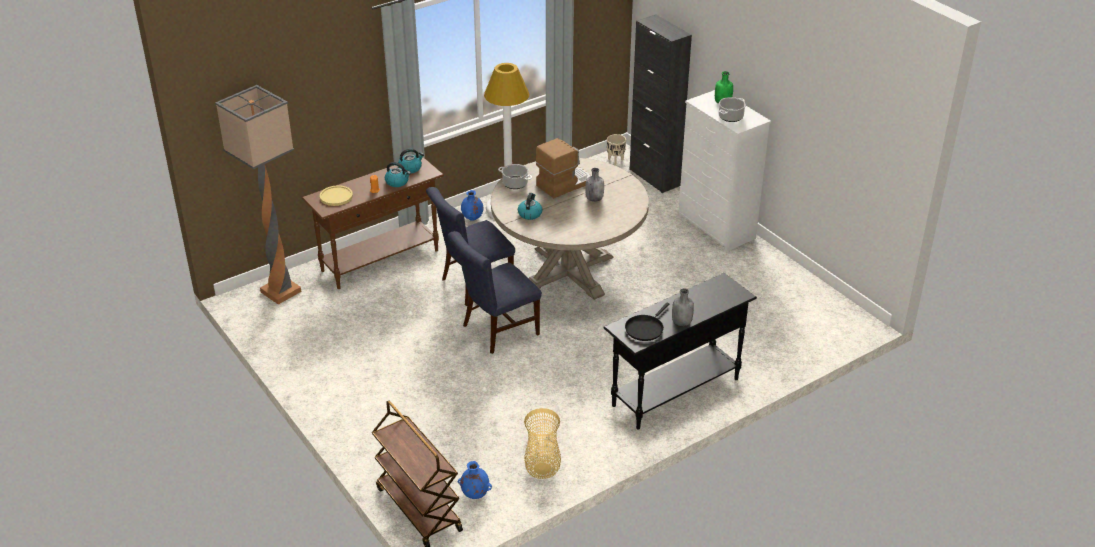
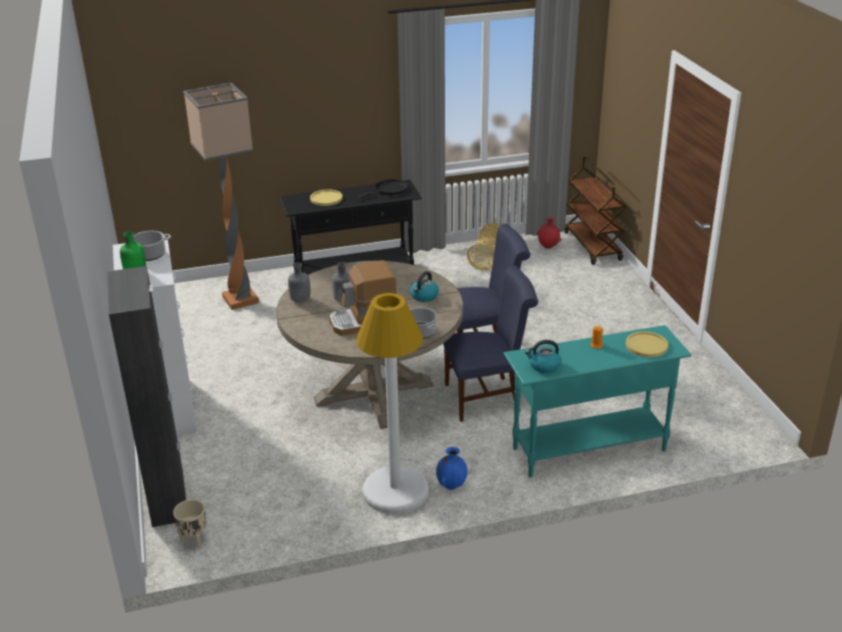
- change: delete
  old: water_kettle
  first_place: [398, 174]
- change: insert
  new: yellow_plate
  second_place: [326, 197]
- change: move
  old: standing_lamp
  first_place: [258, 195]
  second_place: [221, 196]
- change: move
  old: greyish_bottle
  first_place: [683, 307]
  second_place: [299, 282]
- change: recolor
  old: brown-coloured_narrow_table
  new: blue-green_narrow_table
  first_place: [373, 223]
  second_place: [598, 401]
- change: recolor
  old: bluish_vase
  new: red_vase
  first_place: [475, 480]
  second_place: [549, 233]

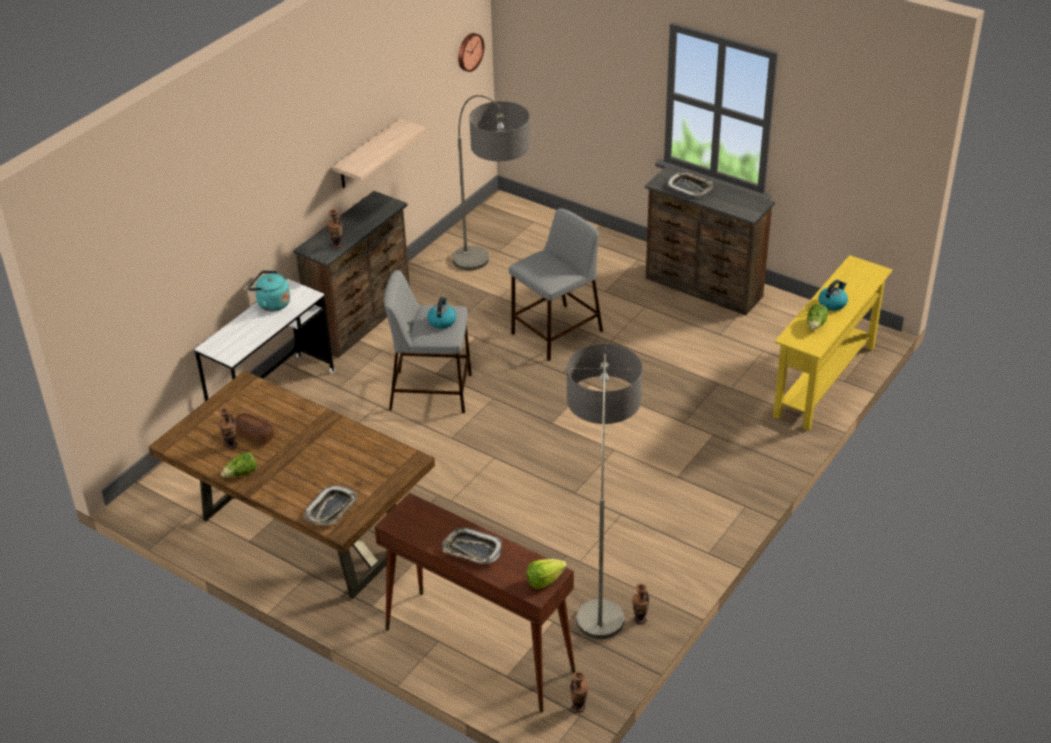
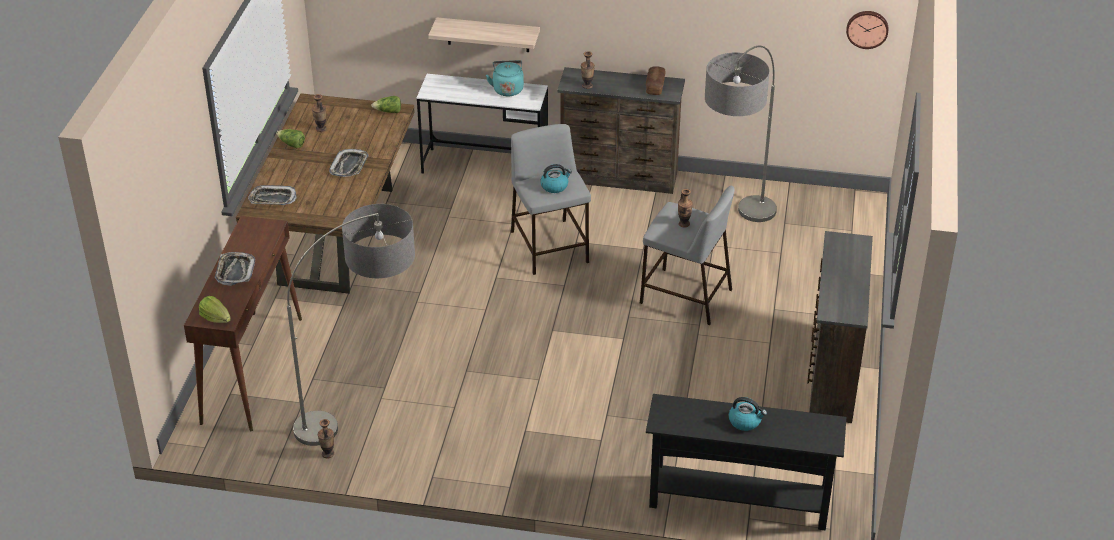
- change: move
  old: bakery_bread
  first_place: [254, 429]
  second_place: [656, 80]
- change: move
  old: wall_shelf
  first_place: [380, 153]
  second_place: [484, 34]
- change: move
  old: vase
  first_place: [579, 692]
  second_place: [685, 208]
- change: move
  old: carrying_tray
  first_place: [690, 184]
  second_place: [349, 163]
- change: move
  old: lettuce
  first_place: [818, 317]
  second_place: [386, 104]
- change: recolor
  old: yellow_narrow_table
  new: black-coloured_narrow_table
  first_place: [833, 343]
  second_place: [746, 462]

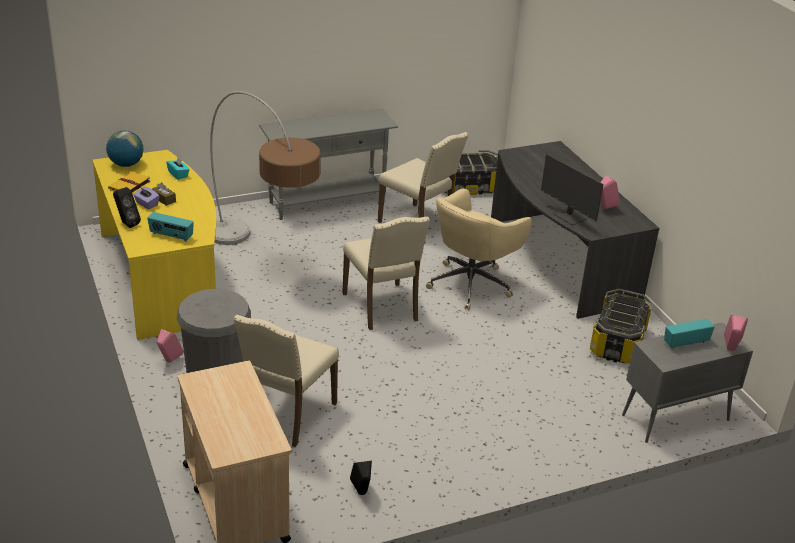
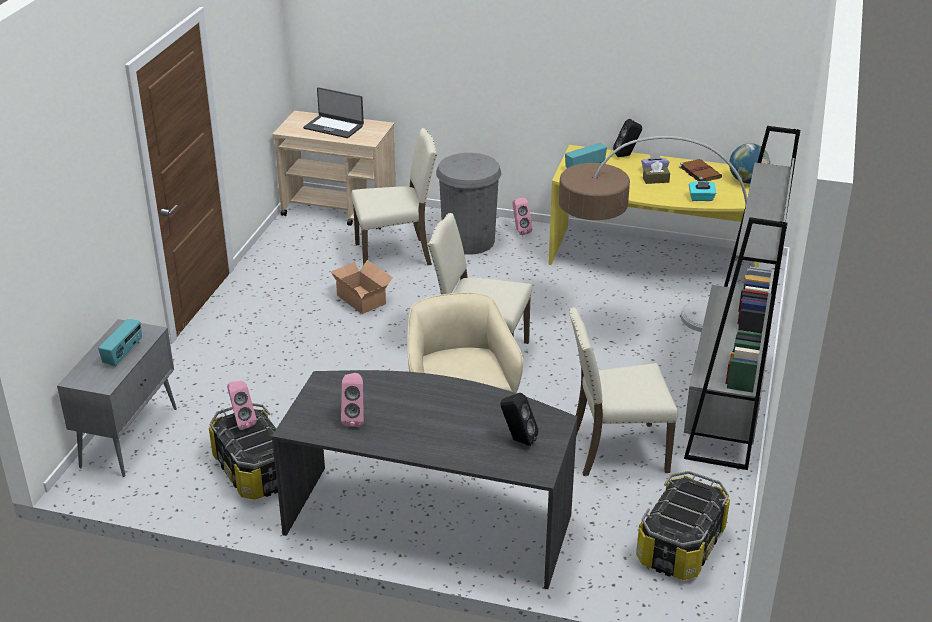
- change: delete
  old: computer_display
  first_place: [572, 189]
- change: insert
  new: portable_computer
  second_place: [333, 112]
- change: insert
  new: packing_box
  second_place: [362, 287]
- change: move
  old: black-coloured_loudspeaker
  first_place: [361, 478]
  second_place: [520, 419]
- change: move
  old: pink_loudspeaker
  first_place: [736, 333]
  second_place: [242, 405]
- change: replace
  old: greyish_narrow_table
  new: greyish_bookcase
  first_place: [328, 164]
  second_place: [742, 298]
- change: recolor
  old: yellow_bound_book
  new: brown-coloured_bound_book
  first_place: [129, 182]
  second_place: [700, 170]
- change: rotate
  old: sand-coloured_plain_chair
  first_place: [286, 381]
  second_place: [394, 196]
  degrees: 105

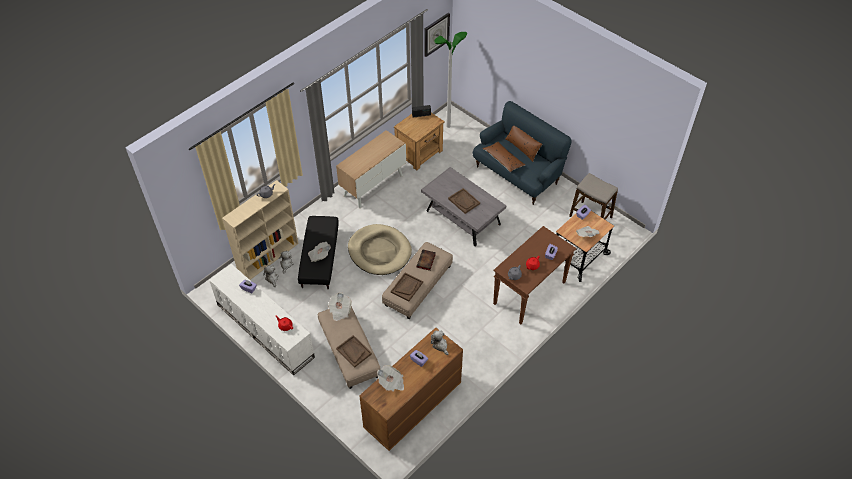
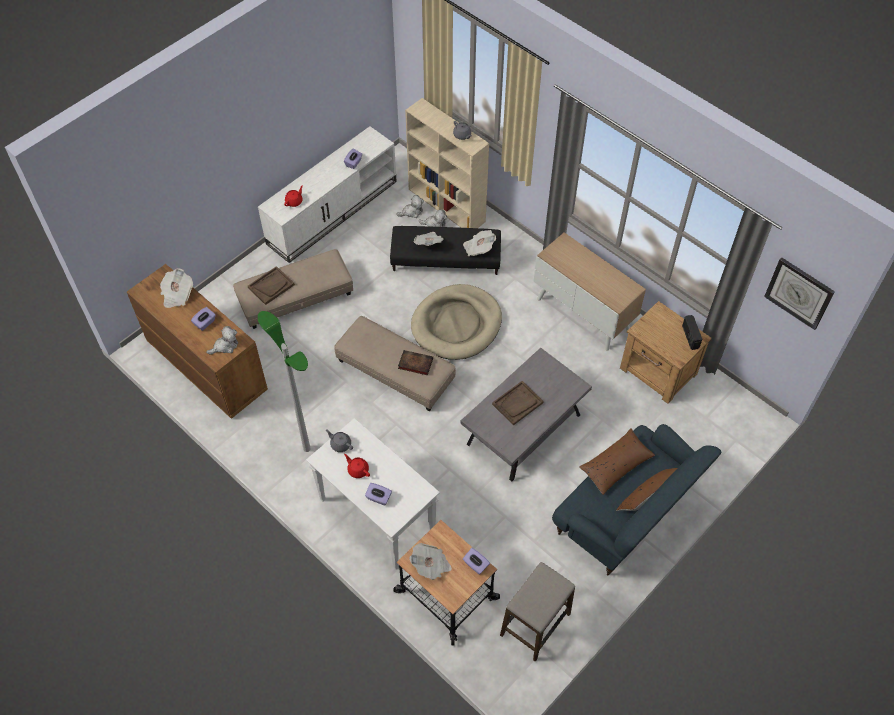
- change: delete
  old: brown-coloured_carrying_tray
  first_place: [407, 287]
- change: move
  old: printed_paper
  first_place: [340, 306]
  second_place: [479, 243]
- change: move
  old: standing_lamp
  first_place: [450, 80]
  second_place: [284, 381]
- change: recolor
  old: brown-coloured_narrow_table
  new: white-coloured_narrow_table
  first_place: [534, 275]
  second_place: [373, 493]

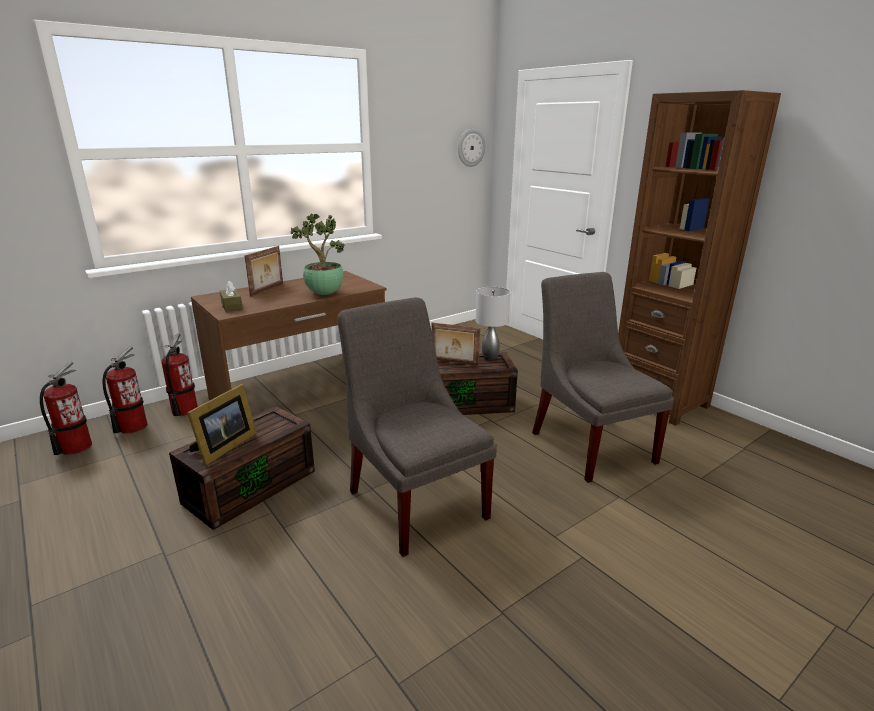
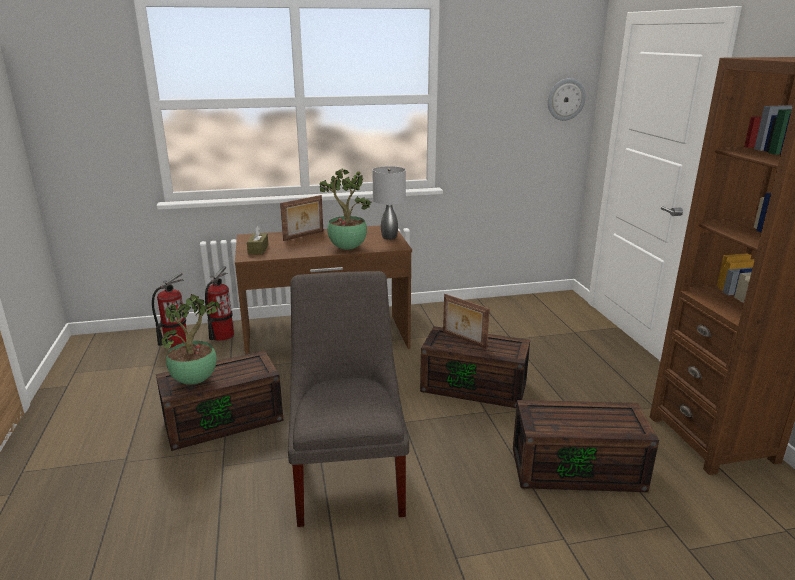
- change: delete
  old: extinguisher
  first_place: [66, 408]
- change: move
  old: greyish_tabletop_lamp
  first_place: [493, 323]
  second_place: [389, 203]
- change: replace
  old: photo_frame
  new: houseplant
  first_place: [222, 425]
  second_place: [190, 339]
- change: replace
  old: greyish_plain_chair
  new: brown-coloured_storage_box
  first_place: [603, 377]
  second_place: [586, 446]

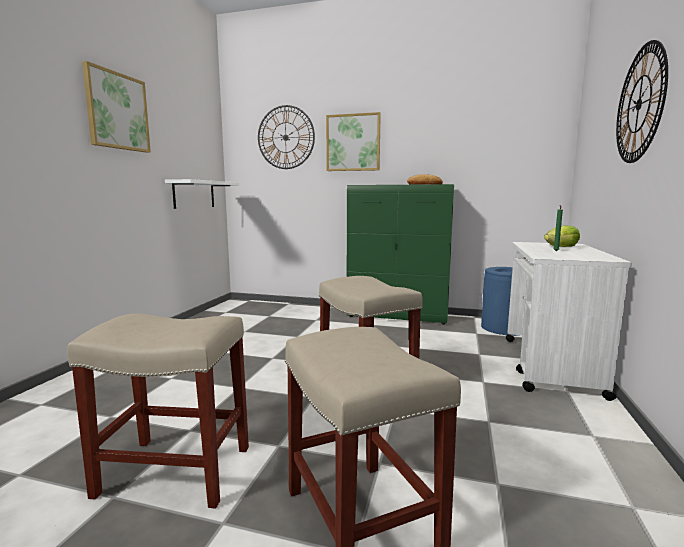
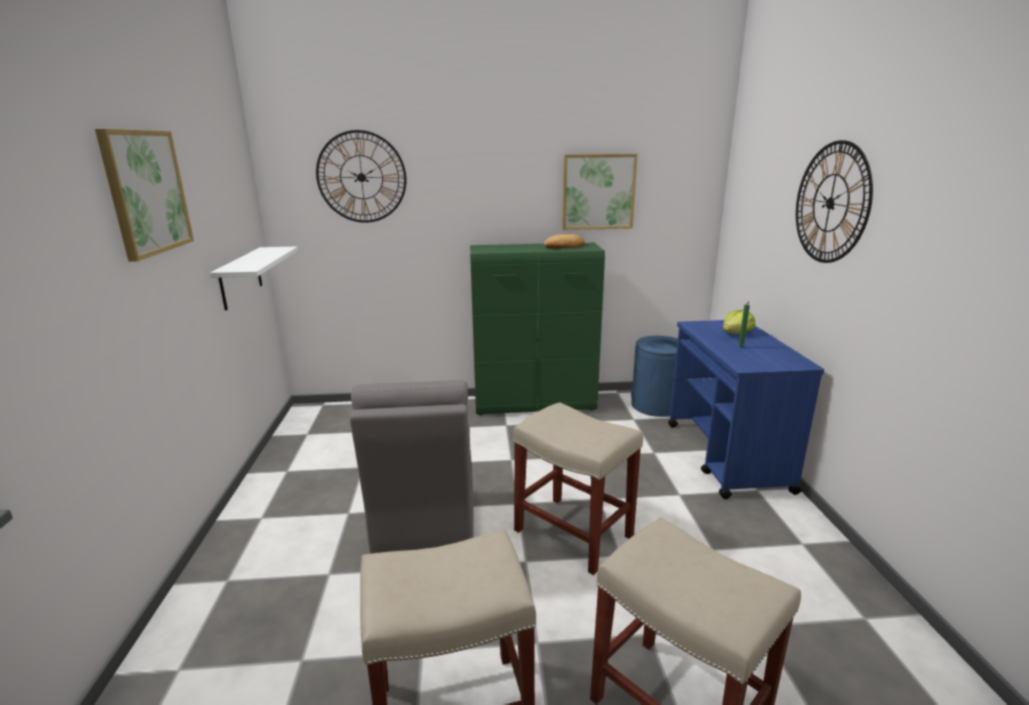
- change: insert
  new: greyish_plain_chair
  second_place: [411, 467]
- change: move
  old: wall_picture
  first_place: [353, 141]
  second_place: [600, 192]
- change: recolor
  old: white-coloured_wheeled_cart
  new: bluish_wheeled_cart
  first_place: [569, 321]
  second_place: [746, 409]

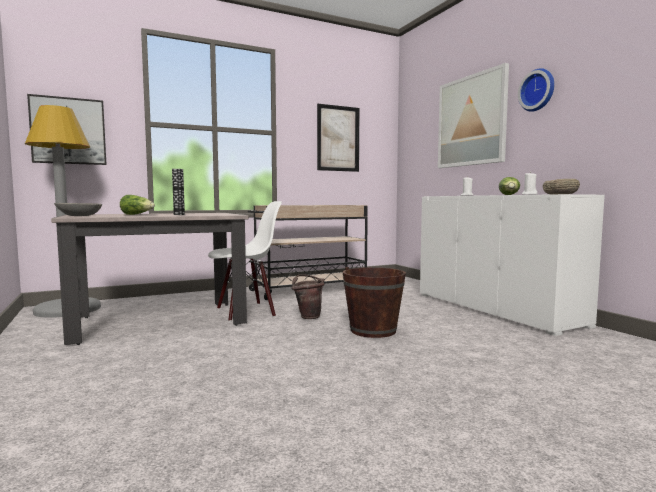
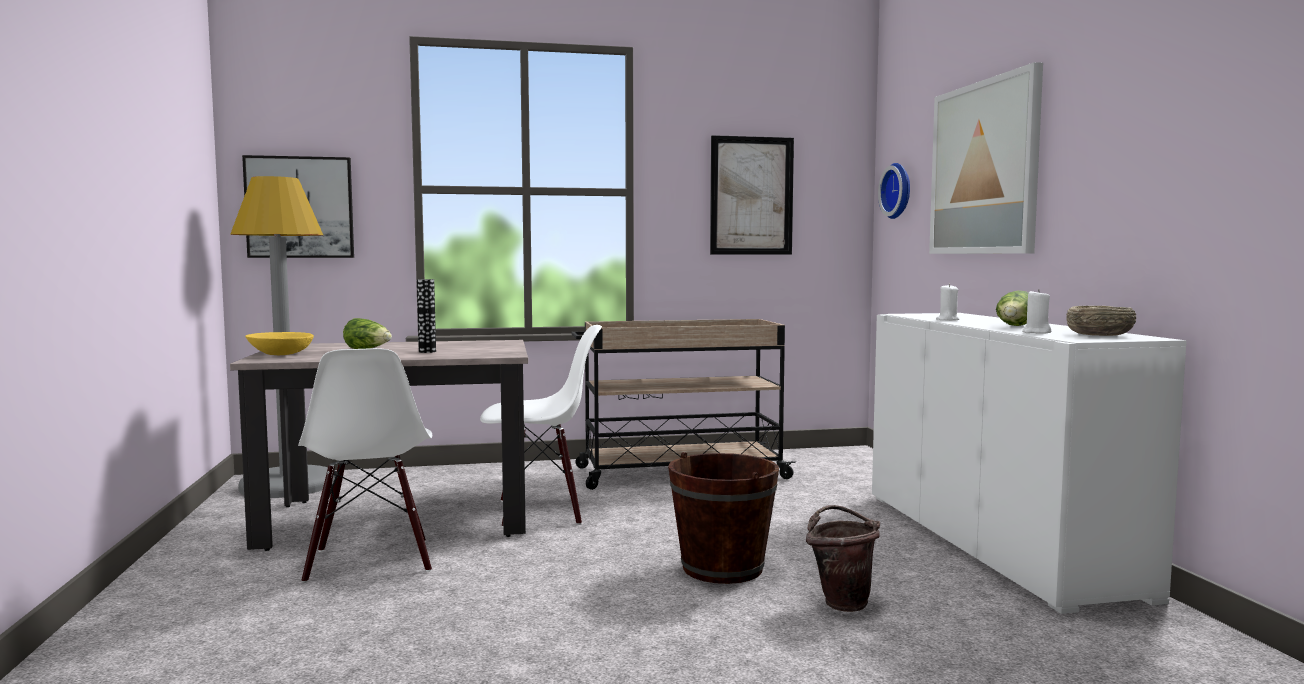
- change: insert
  new: white-coloured_plain_chair
  second_place: [365, 465]
- change: move
  old: brown-coloured_pail
  first_place: [308, 296]
  second_place: [843, 558]
- change: move
  old: clock_on_the_wall
  first_place: [536, 90]
  second_place: [894, 191]
- change: recolor
  old: greyish_deep_dish
  new: yellow_deep_dish
  first_place: [78, 209]
  second_place: [279, 343]

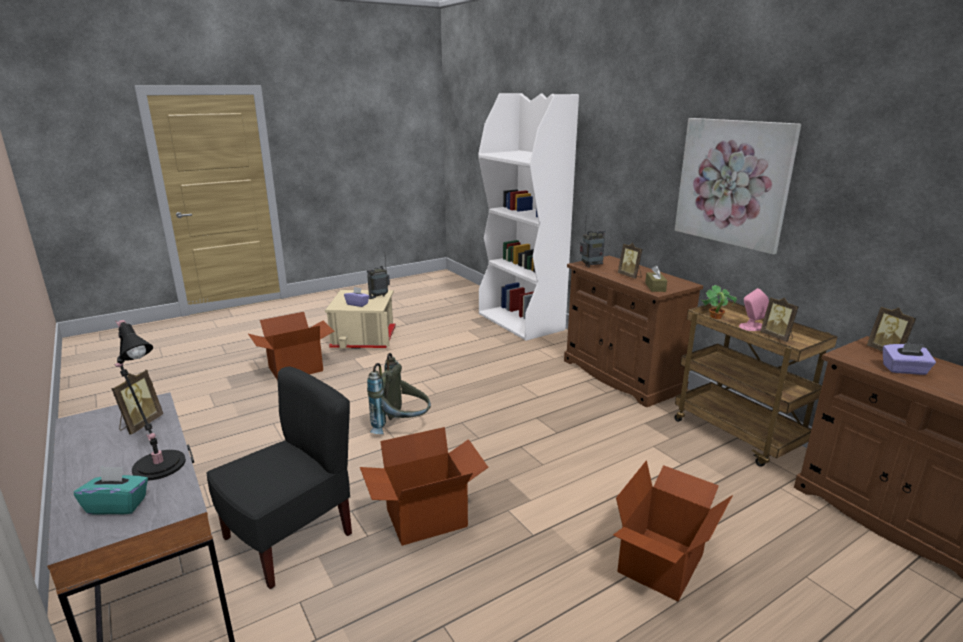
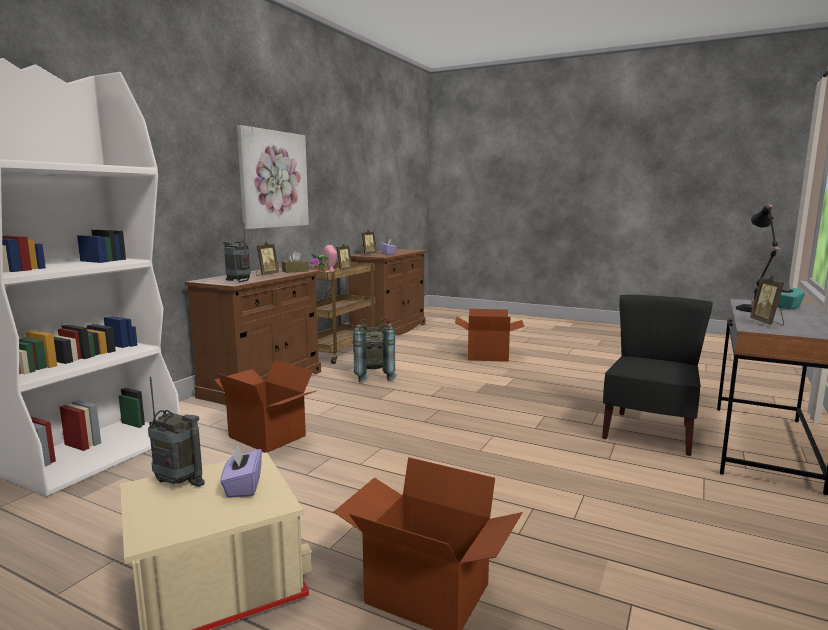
- change: move
  old: packing_box
  first_place: [424, 486]
  second_place: [265, 406]
- change: move
  old: greyish_backpack
  first_place: [399, 393]
  second_place: [375, 350]
- change: rotate
  old: photo_frame
  first_place: [137, 402]
  second_place: [767, 300]
  degrees: -75
- change: rotate
  old: black-coloured_plain_chair
  first_place: [279, 477]
  second_place: [657, 375]
  degrees: 105

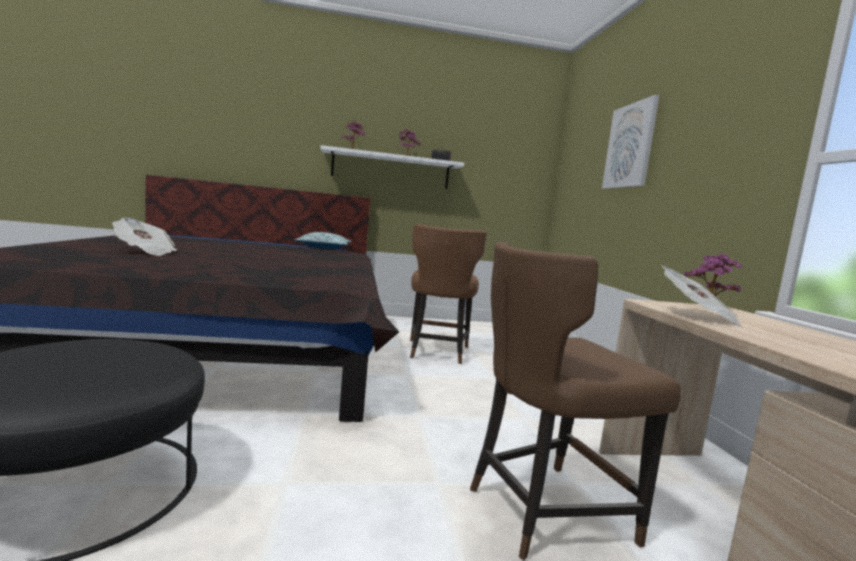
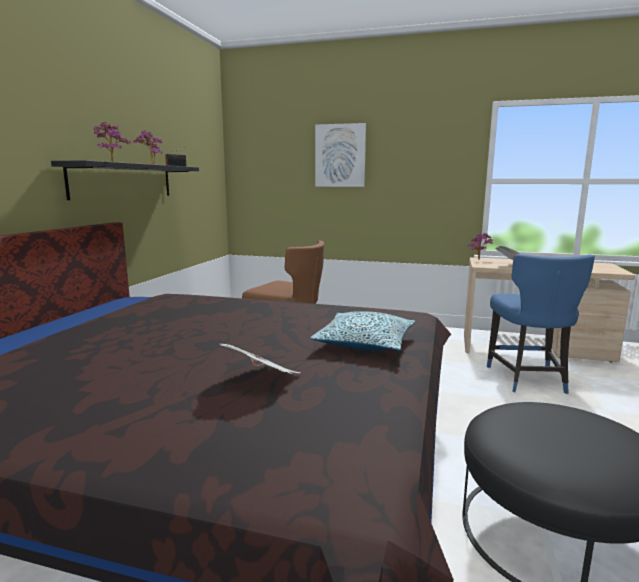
- change: move
  old: throw_pillow
  first_place: [323, 241]
  second_place: [362, 331]
- change: recolor
  old: white-coloured_wall_shelf
  new: black-coloured_wall_shelf
  first_place: [392, 167]
  second_place: [125, 180]
- change: recolor
  old: brown-coloured_plain_chair
  new: bluish_plain_chair
  first_place: [575, 401]
  second_place: [541, 324]

